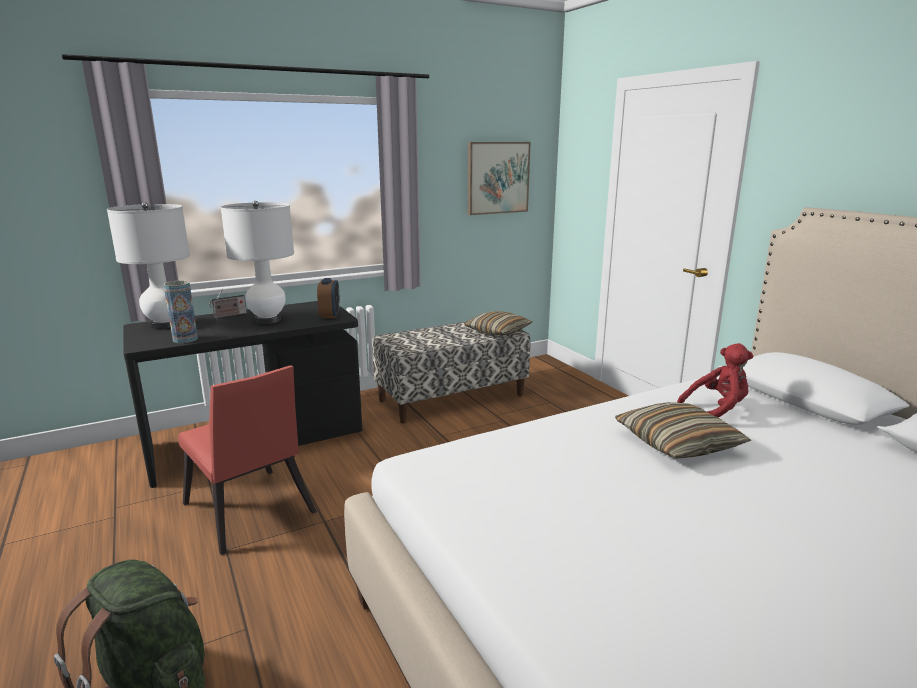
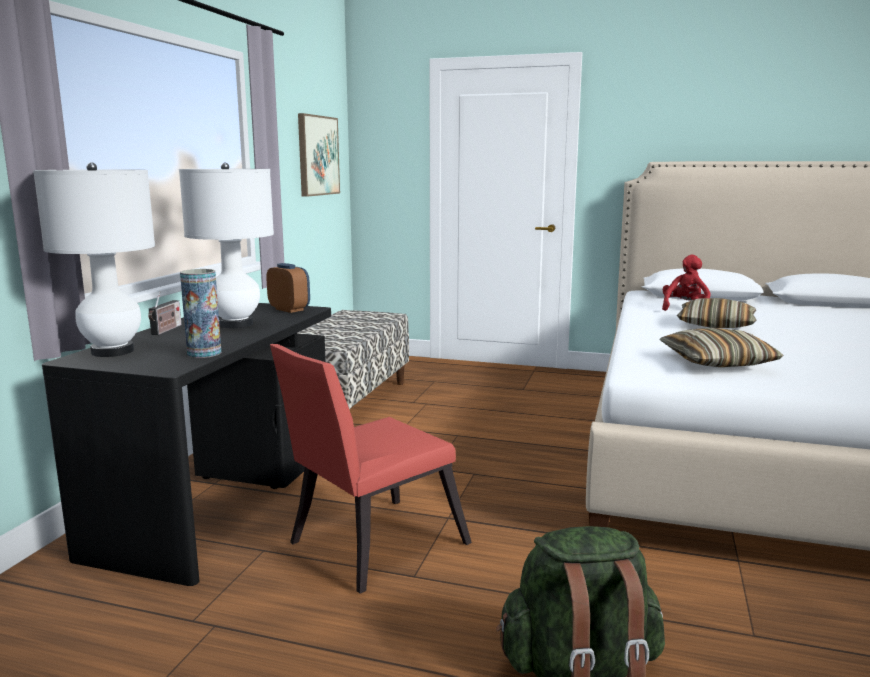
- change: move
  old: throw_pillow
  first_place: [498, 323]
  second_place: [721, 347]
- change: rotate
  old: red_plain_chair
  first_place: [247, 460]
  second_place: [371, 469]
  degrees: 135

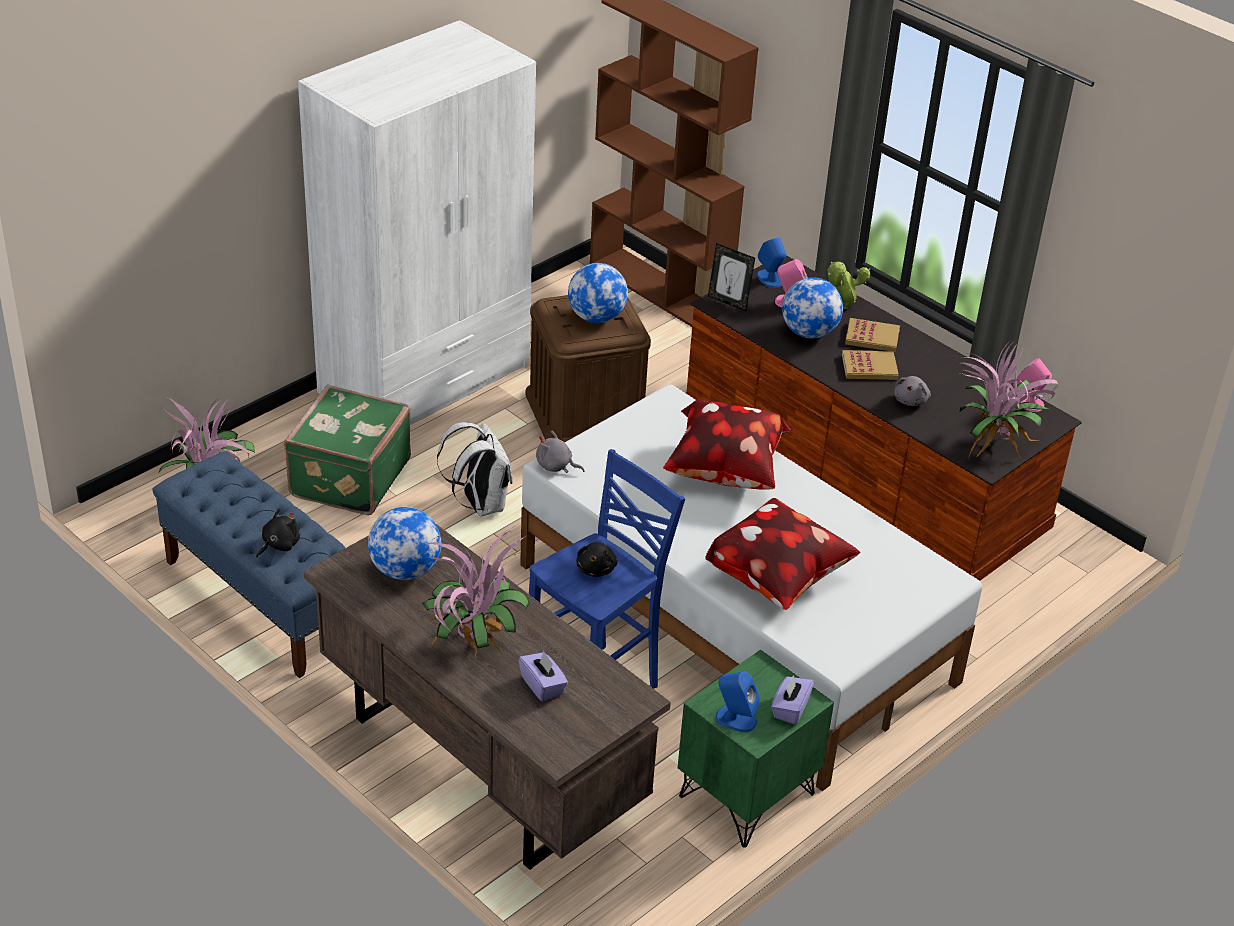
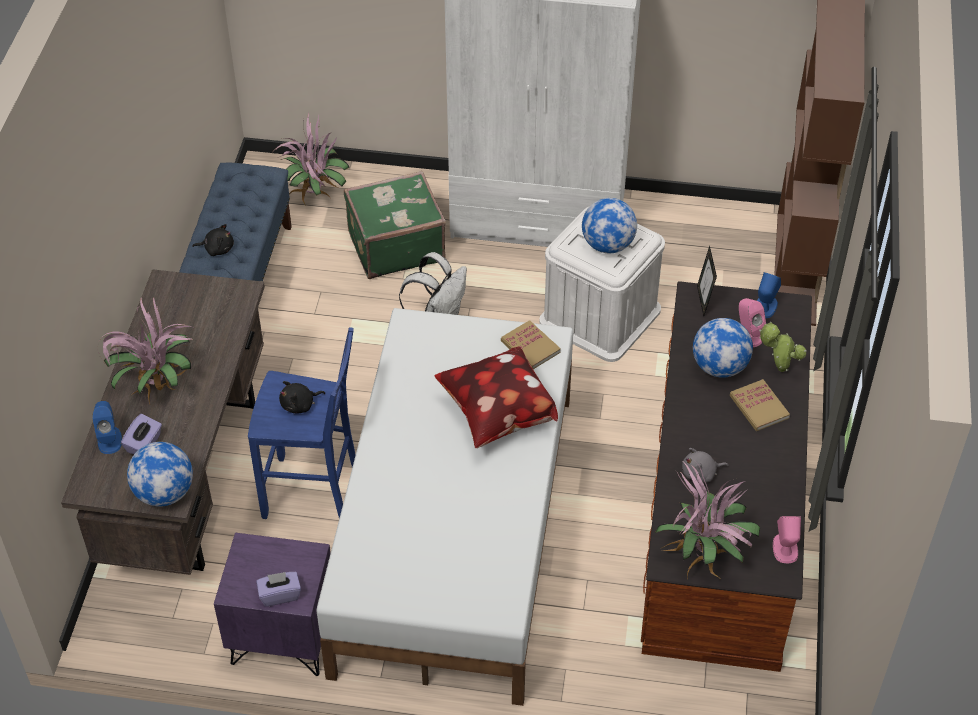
- change: delete
  old: greyish_cuddly_toy
  first_place: [560, 451]
- change: delete
  old: throw_pillow
  first_place: [782, 554]
- change: move
  old: world_globe
  first_place: [404, 543]
  second_place: [160, 474]
- change: move
  old: bluish_loudspeaker
  first_place: [737, 701]
  second_place: [107, 427]
- change: move
  old: bound_book
  first_place: [870, 365]
  second_place: [531, 344]
- change: recolor
  old: brown-coloured_storage_box
  new: white-coloured_storage_box
  first_place: [588, 369]
  second_place: [602, 284]
- change: recolor
  old: green-coloured_night_table
  new: purplish_night_table
  first_place: [756, 749]
  second_place: [272, 604]

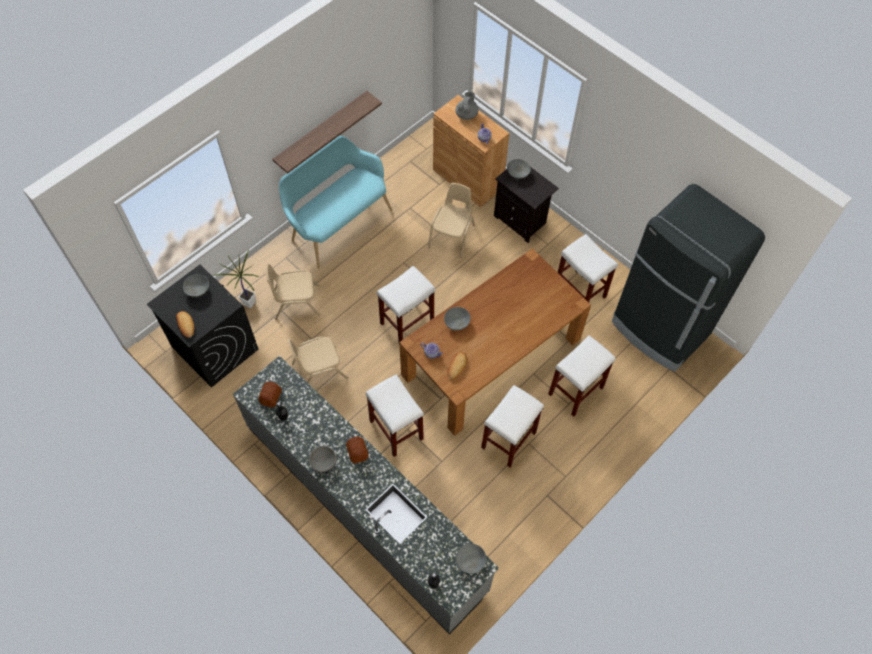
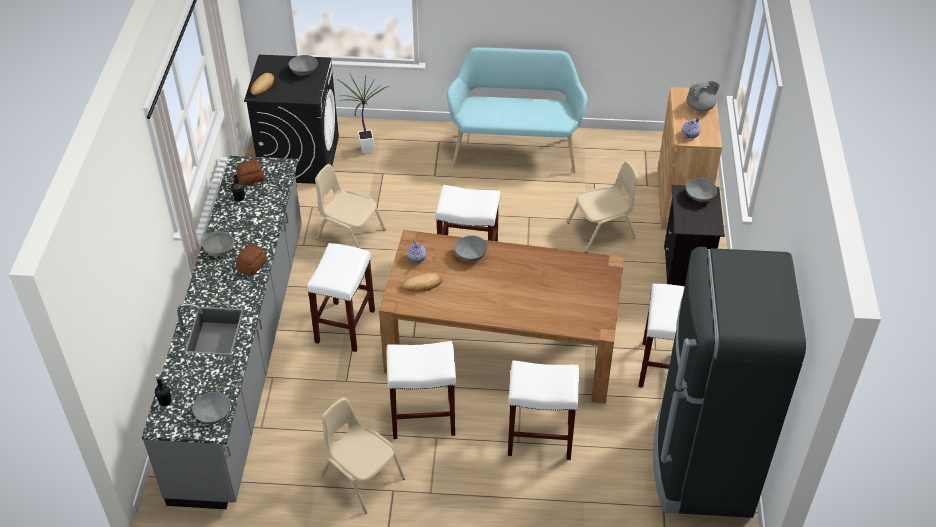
- change: delete
  old: wall_shelf
  first_place: [327, 132]
- change: move
  old: sand-coloured_plain_chair
  first_place: [293, 292]
  second_place: [363, 455]

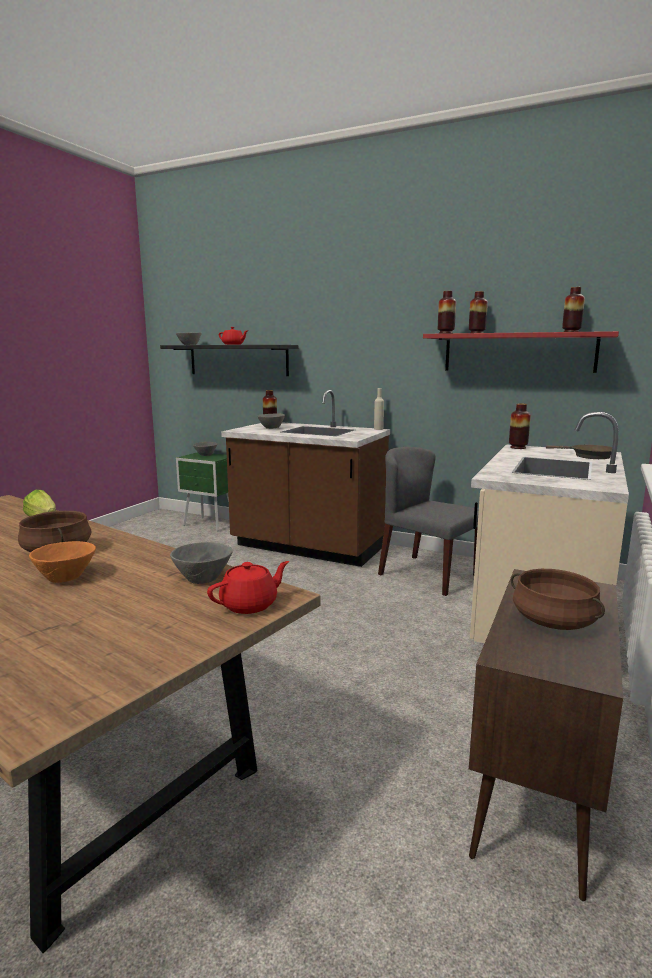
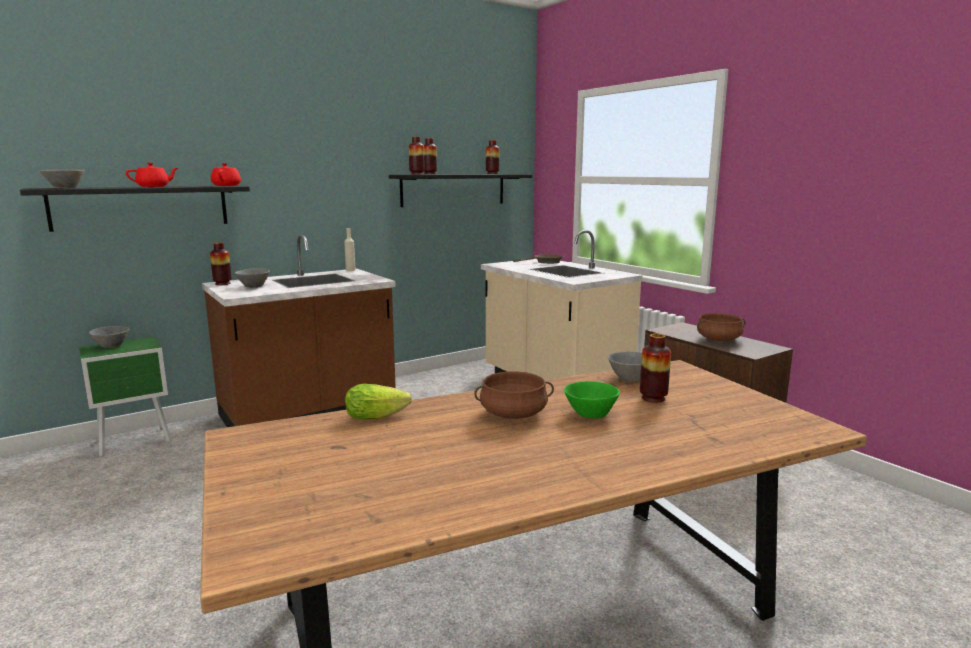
- change: delete
  old: greyish_plain_chair
  first_place: [428, 521]
- change: move
  old: red_pot_for_tea
  first_place: [248, 587]
  second_place: [226, 174]
- change: move
  old: vase
  first_place: [520, 426]
  second_place: [655, 368]
- change: recolor
  old: orangey_deep_dish
  new: green-coloured_deep_dish
  first_place: [62, 562]
  second_place: [592, 399]
- change: recolor
  old: red_wall_shelf
  new: black-coloured_wall_shelf
  first_place: [521, 352]
  second_place: [460, 190]

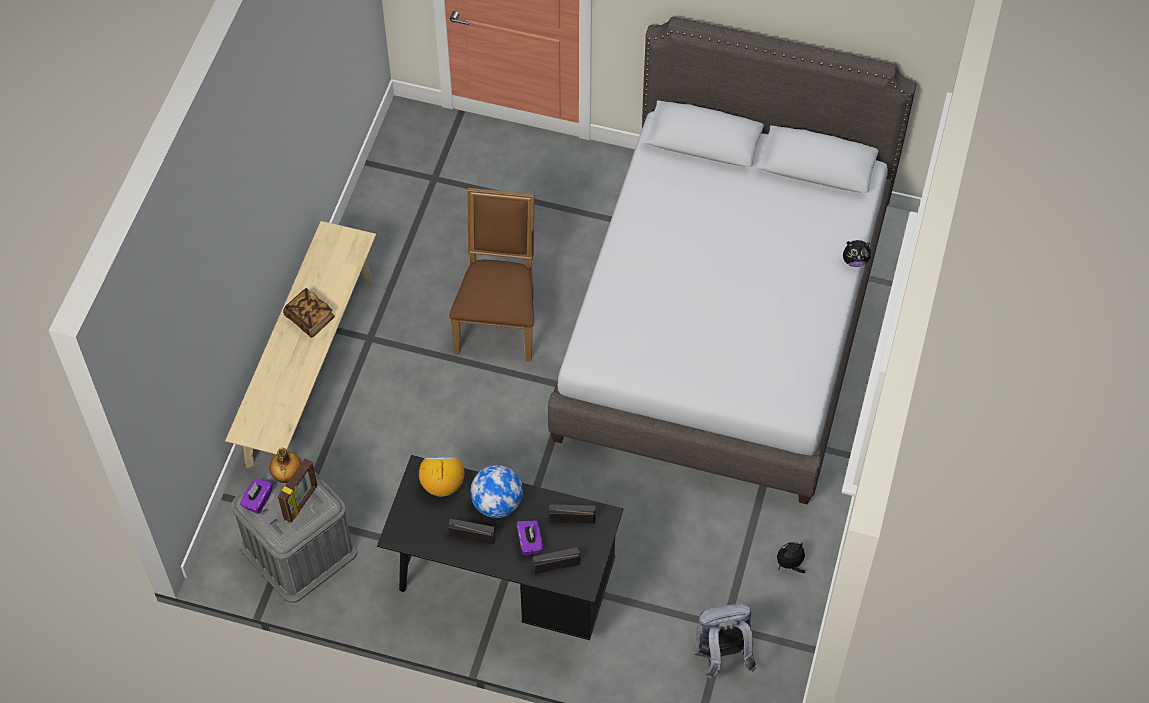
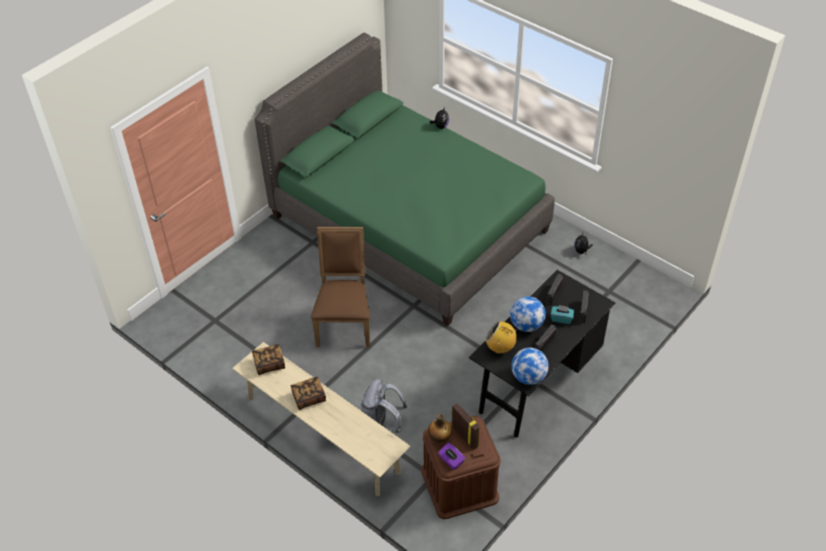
- change: insert
  new: bound_book
  second_place: [268, 359]
- change: insert
  new: world_globe
  second_place: [530, 366]
- change: move
  old: greyish_backpack
  first_place: [725, 641]
  second_place: [384, 406]
- change: recolor
  old: greyish_storage_box
  new: brown-coloured_storage_box
  first_place: [294, 530]
  second_place: [461, 467]
- change: recolor
  old: purplish_box_of_tissues
  new: blue-green_box_of_tissues
  first_place: [530, 538]
  second_place: [562, 314]
- change: recolor
  old: greyish_sleeping_bed
  new: green-coloured_sleeping_bed
  first_place: [732, 261]
  second_place: [404, 179]
- change: rotate
  old: brown-coloured_plain_chair
  first_place: [492, 274]
  second_place: [340, 287]
  degrees: 60

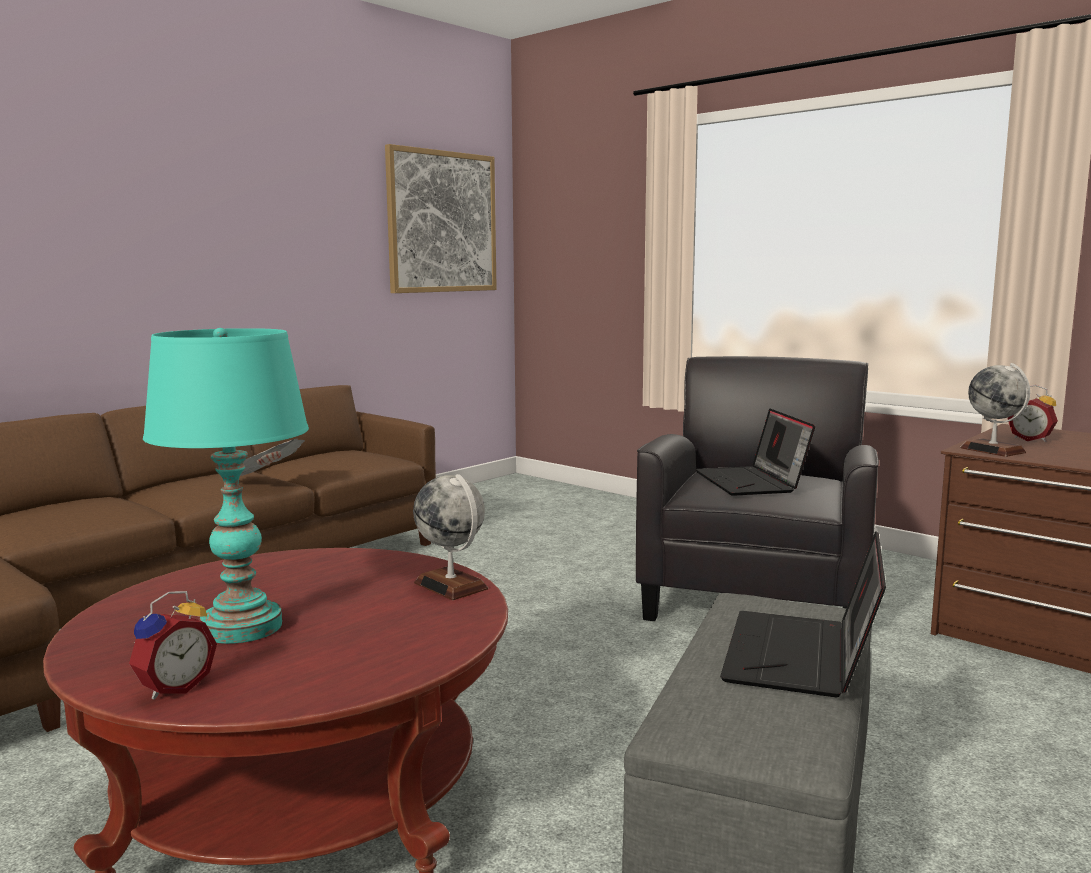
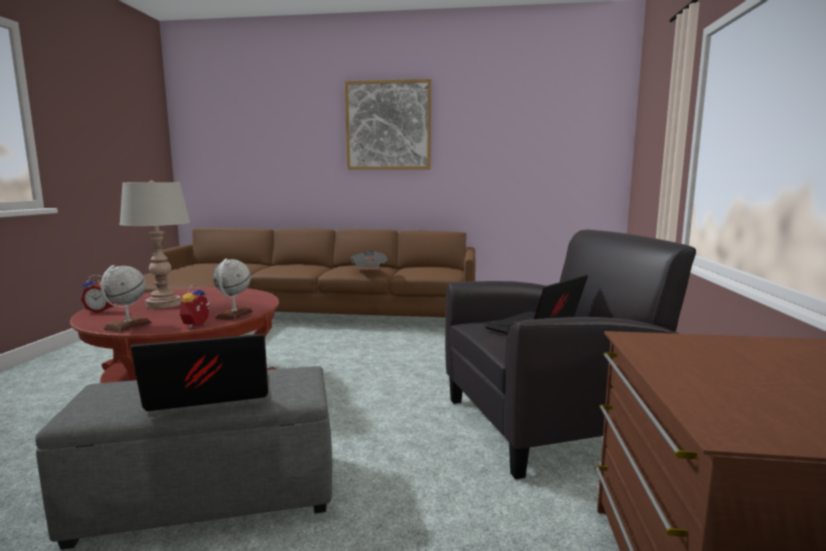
- change: move
  old: wall_picture
  first_place: [441, 218]
  second_place: [388, 124]
- change: move
  old: world_globe
  first_place: [995, 410]
  second_place: [126, 299]
- change: move
  old: table_clock
  first_place: [1032, 413]
  second_place: [195, 306]
- change: recolor
  old: blue-green_tabletop_lamp
  new: greyish_tabletop_lamp
  first_place: [226, 486]
  second_place: [154, 244]

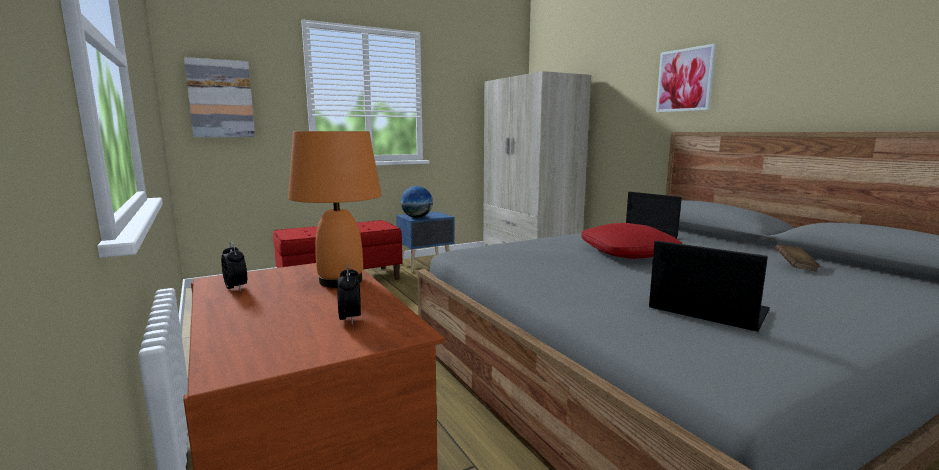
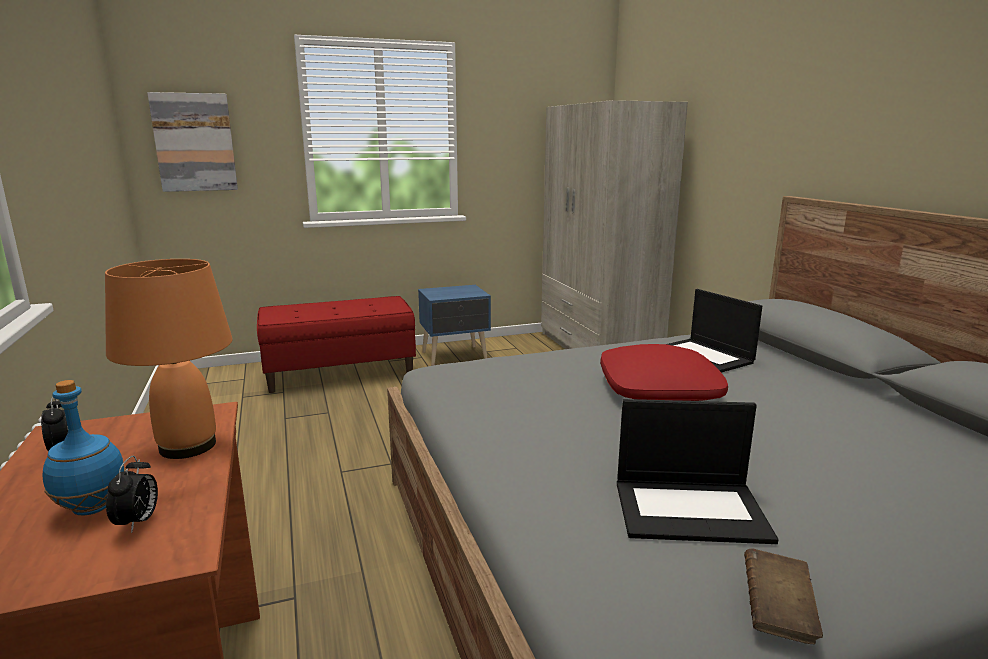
- change: delete
  old: world_globe
  first_place: [417, 202]
- change: delete
  old: wall_picture
  first_place: [686, 77]
- change: insert
  new: bluish_bottle
  second_place: [84, 447]
- change: move
  old: brown-coloured_bound_book
  first_place: [797, 257]
  second_place: [783, 596]
- change: rotate
  old: portable_computer
  first_place: [709, 286]
  second_place: [698, 471]
  degrees: 135

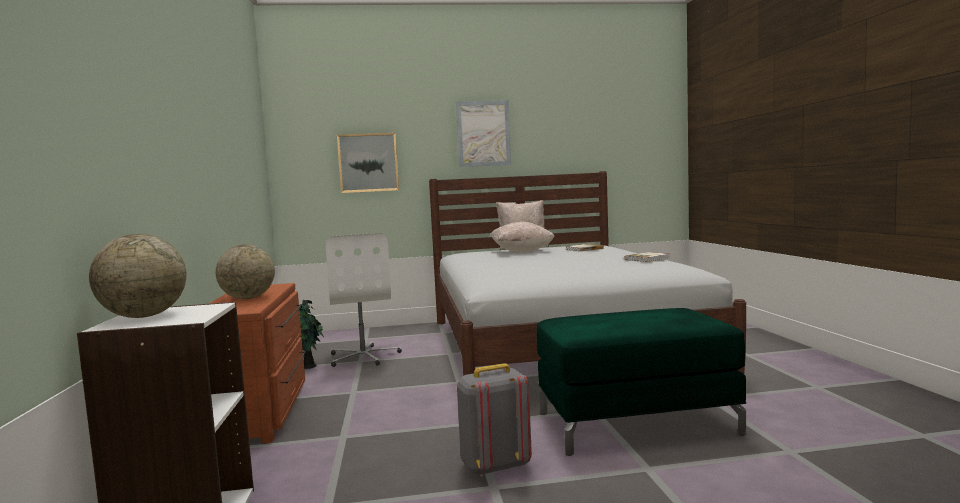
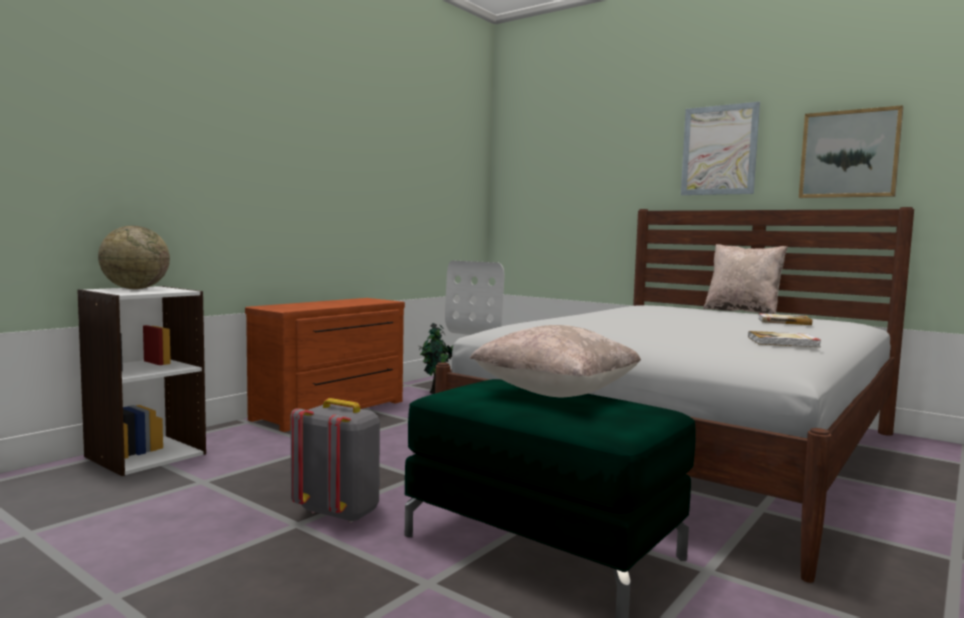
- change: delete
  old: world_globe
  first_place: [245, 272]
- change: move
  old: wall_picture
  first_place: [368, 163]
  second_place: [851, 151]
- change: move
  old: sand-coloured_throw_pillow
  first_place: [522, 237]
  second_place: [555, 361]

